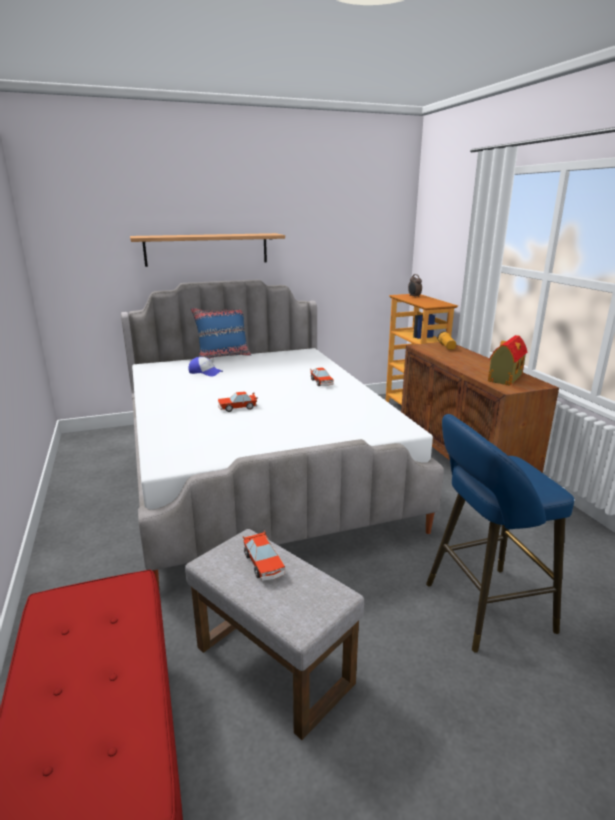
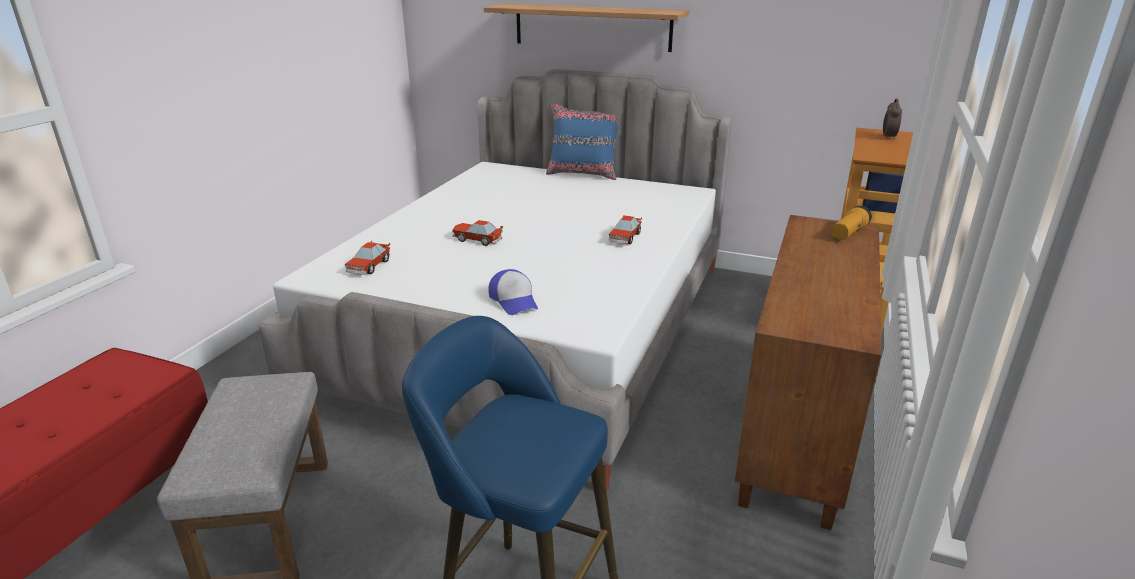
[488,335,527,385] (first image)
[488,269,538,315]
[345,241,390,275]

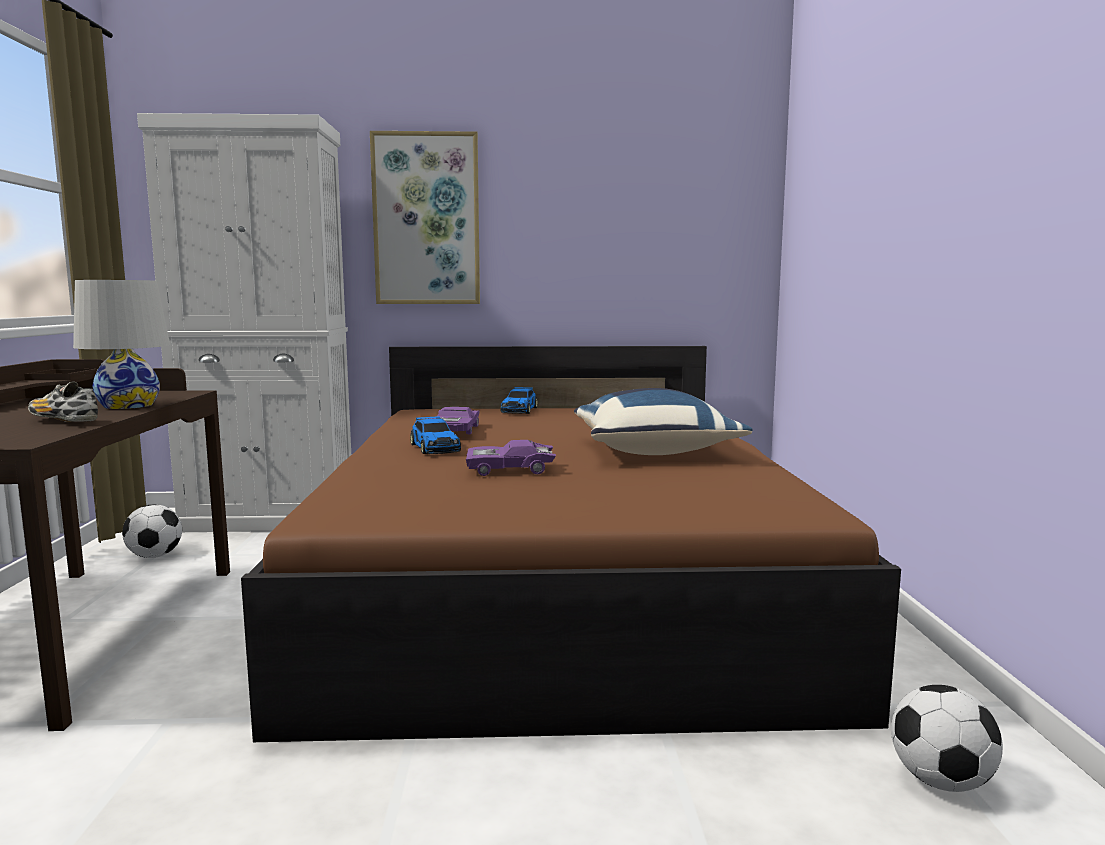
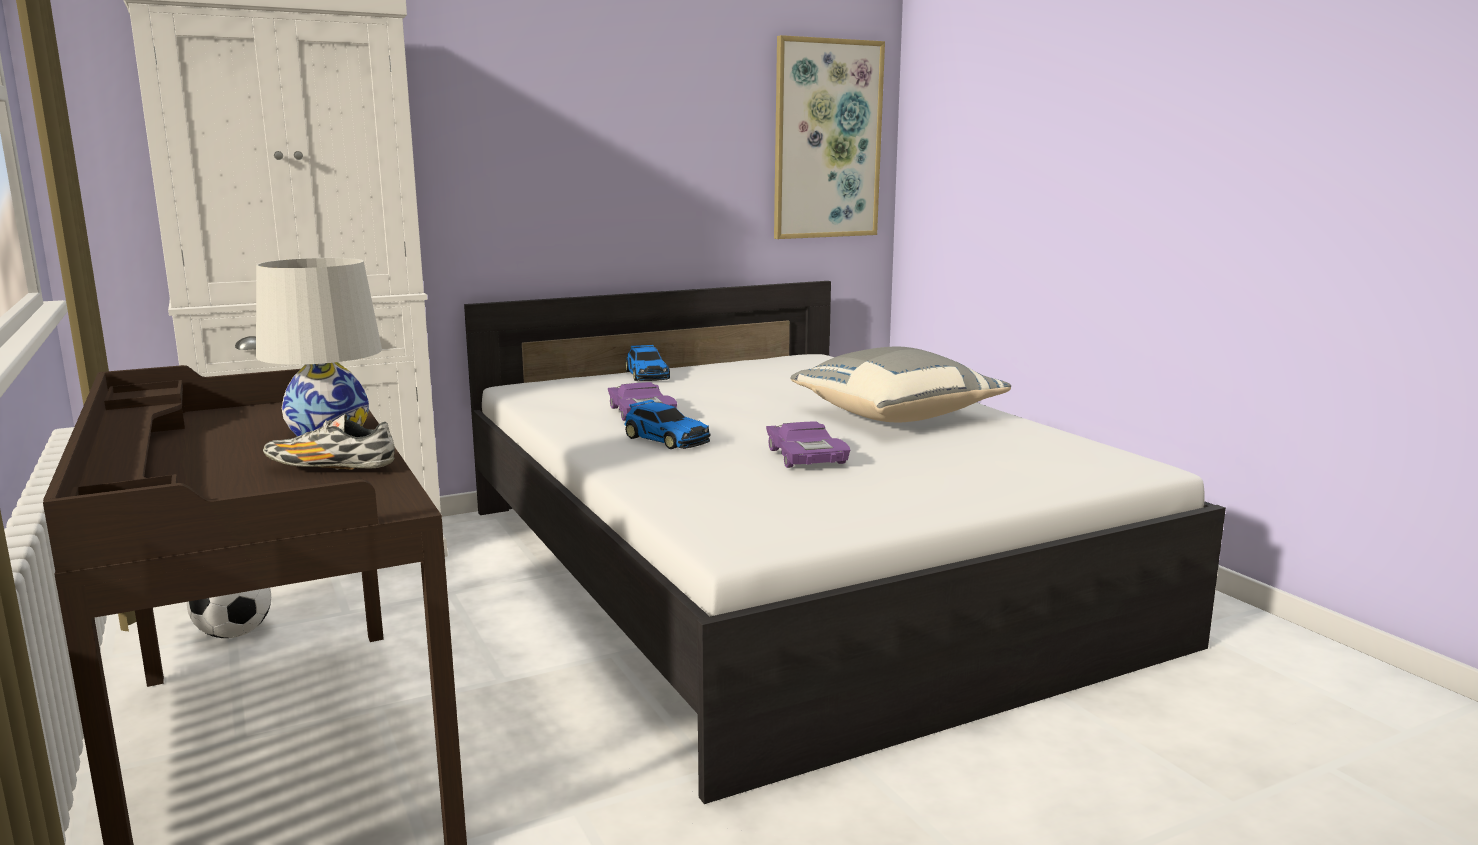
[774,35,885,239]
[464,281,1226,804]
[790,347,1011,422]
[766,421,850,468]
[891,685,1003,792] (first image)

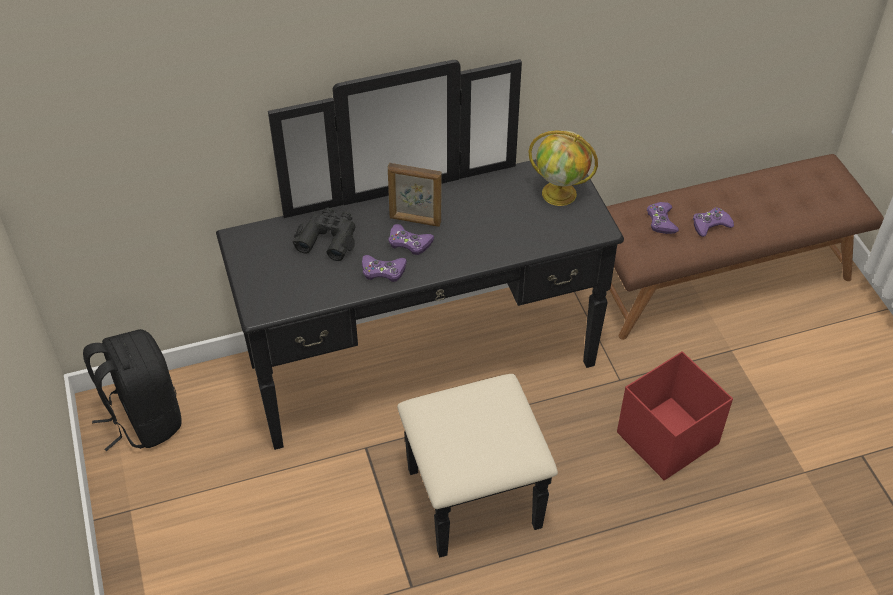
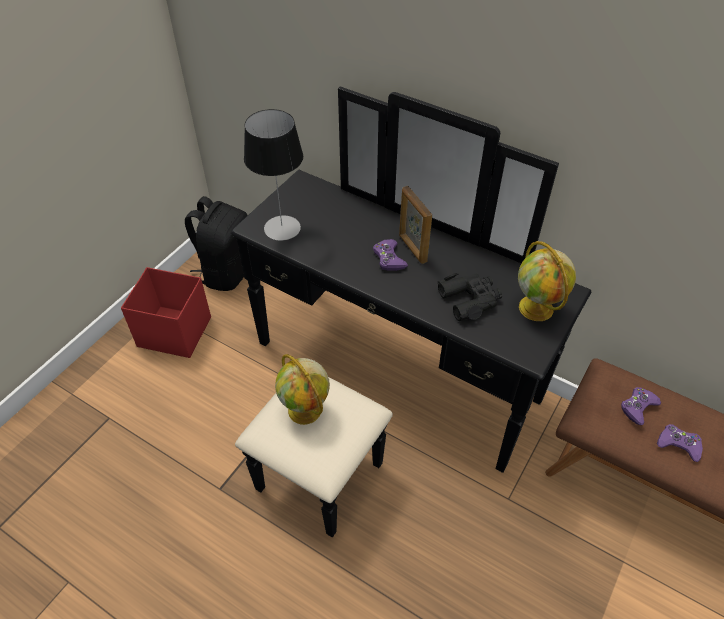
[438,273,502,321]
[362,255,407,282] (first image)
[121,267,211,358]
[244,109,303,241]
[275,354,330,425]

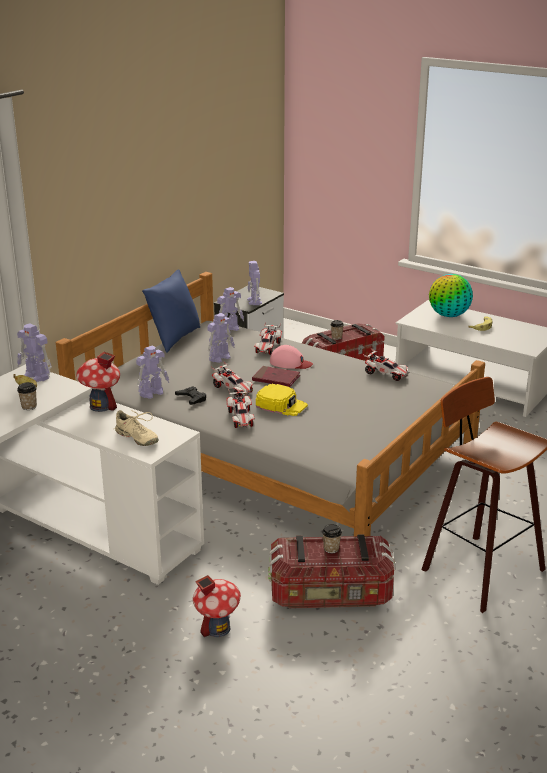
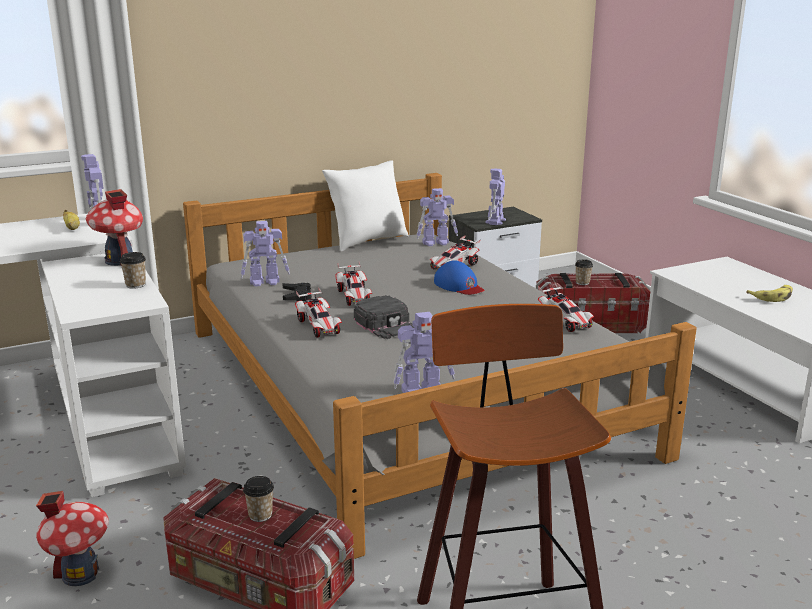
[322,160,409,251]
[429,274,473,317] (first image)
[393,312,455,393]
[434,260,484,295]
[252,366,300,387] (first image)
[120,252,146,289]
[354,295,414,339]
[295,287,342,338]
[114,410,159,446] (first image)

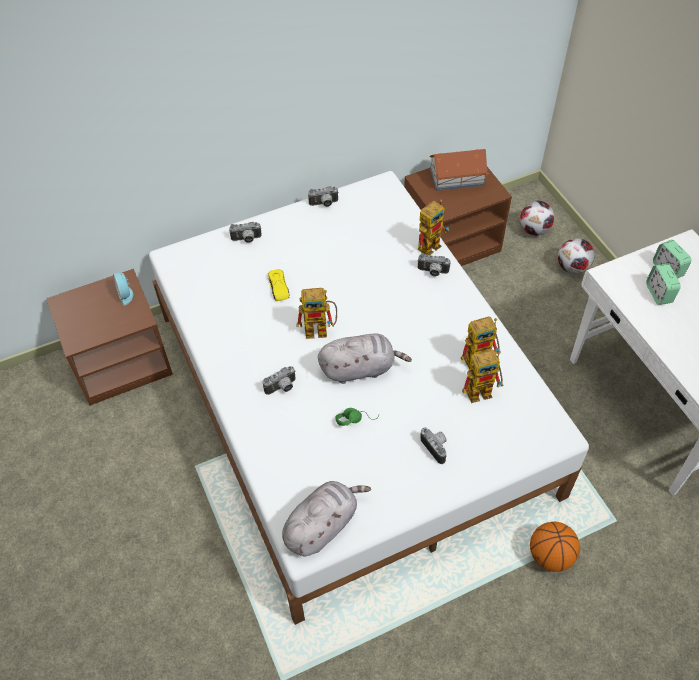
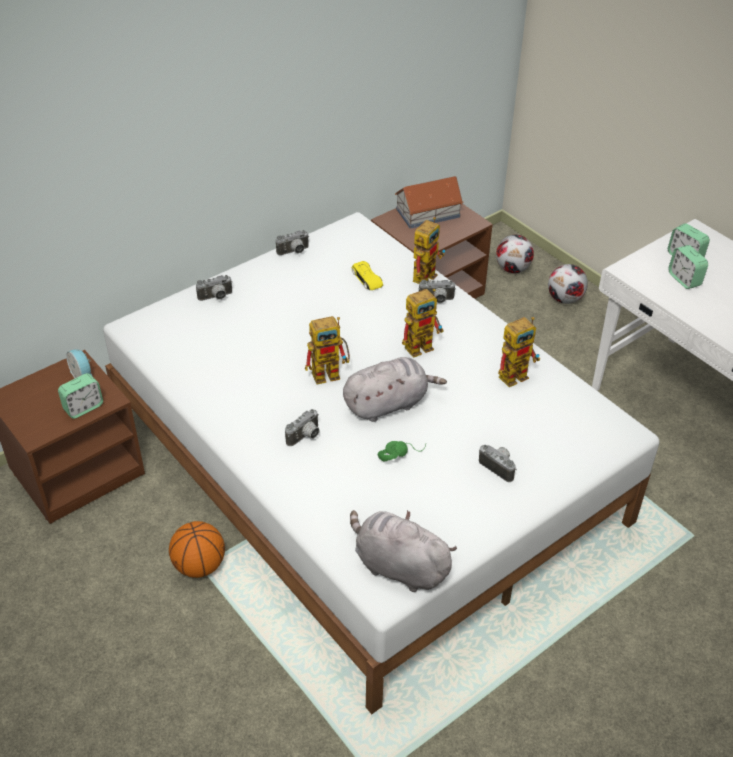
[352,261,383,290]
[402,288,444,358]
[350,510,457,592]
[169,521,225,578]
[58,373,103,419]

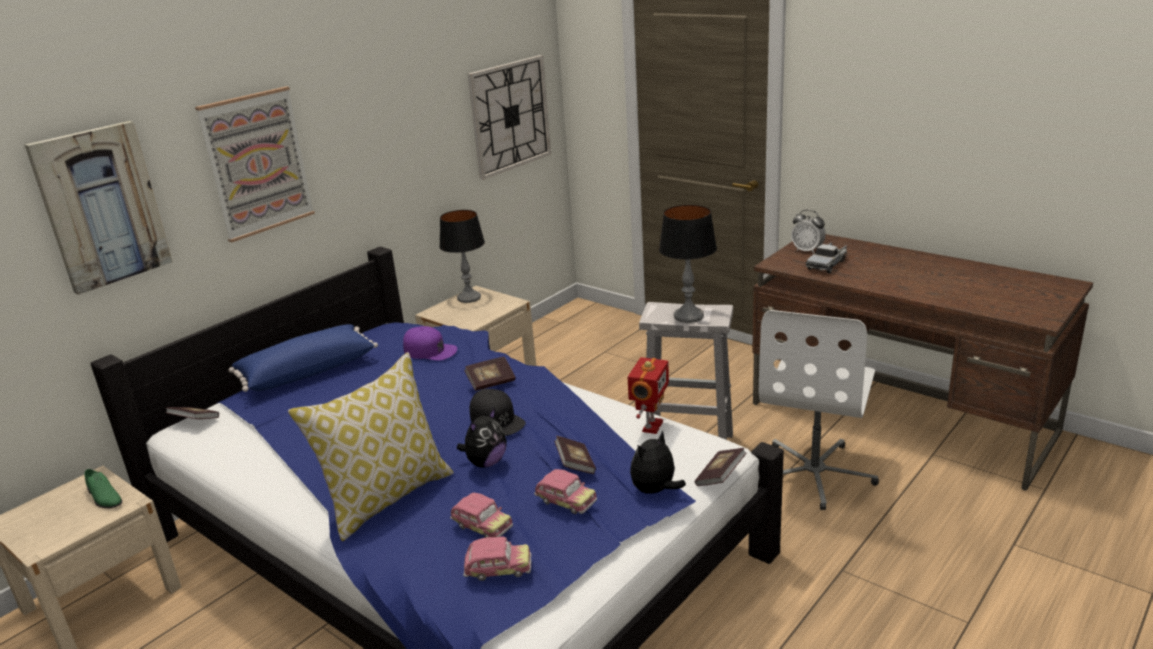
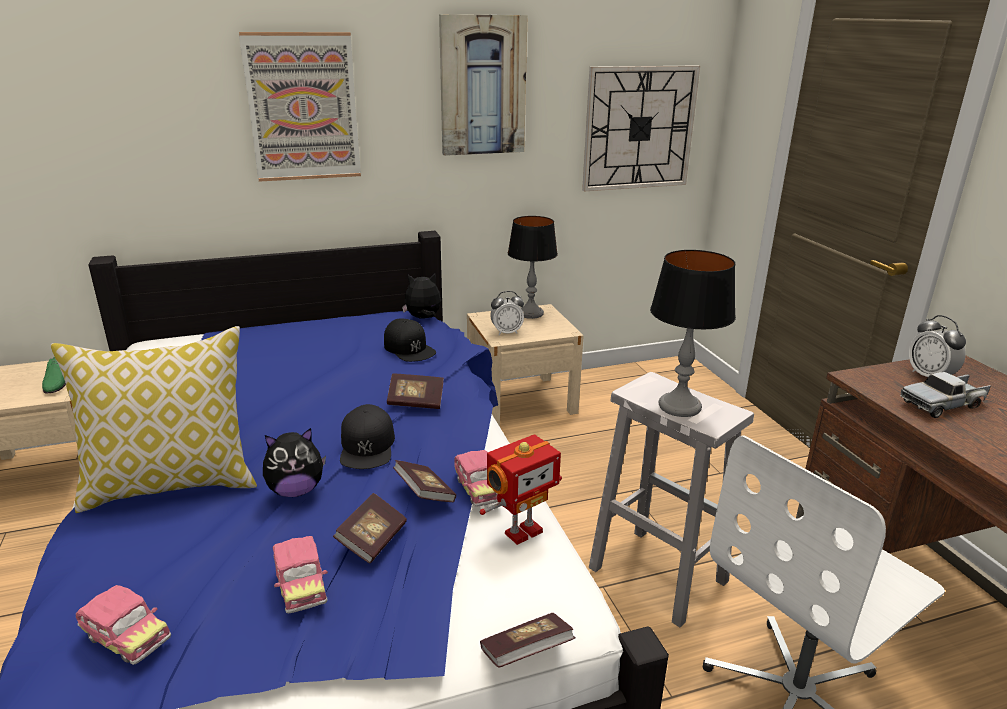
[439,14,528,156]
[229,324,378,392] (first image)
[384,318,436,362]
[393,460,456,502]
[402,274,441,319]
[454,450,498,507]
[490,291,524,335]

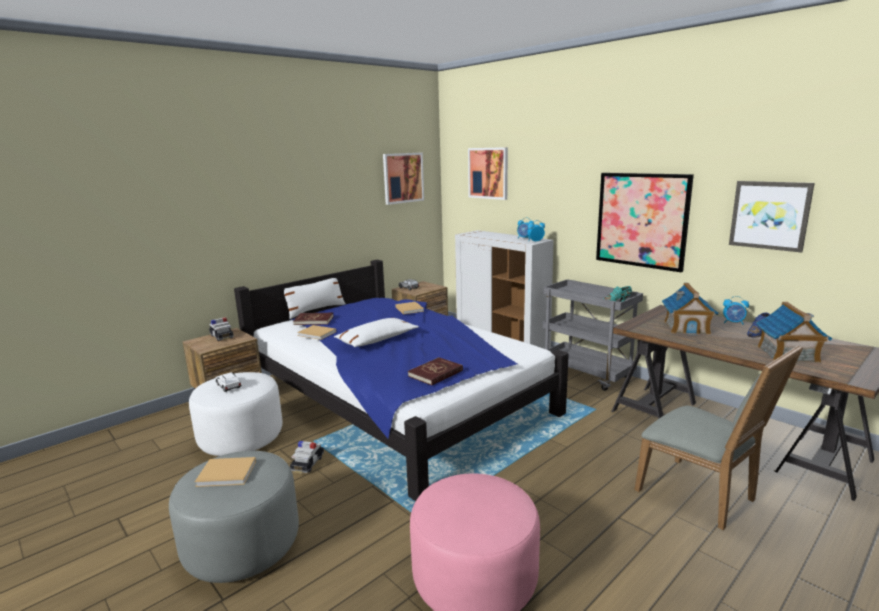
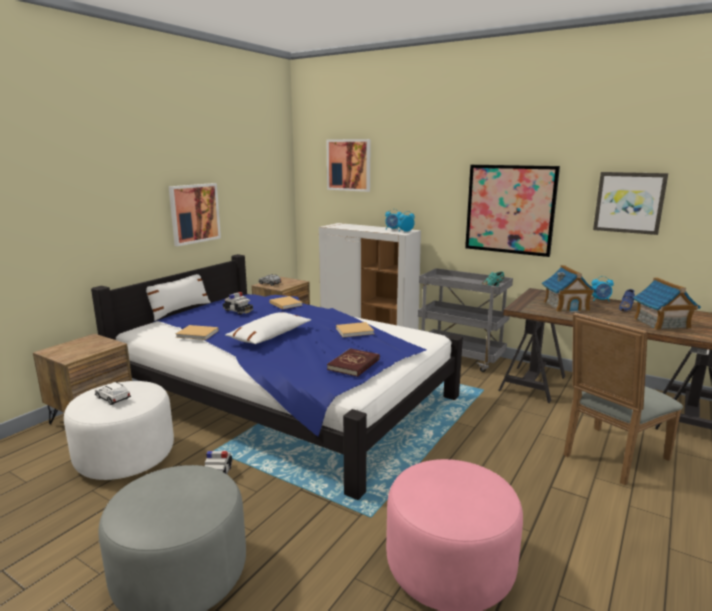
[169,183,221,246]
[293,313,334,325] (first image)
[223,292,253,315]
[564,313,683,485]
[336,322,374,337]

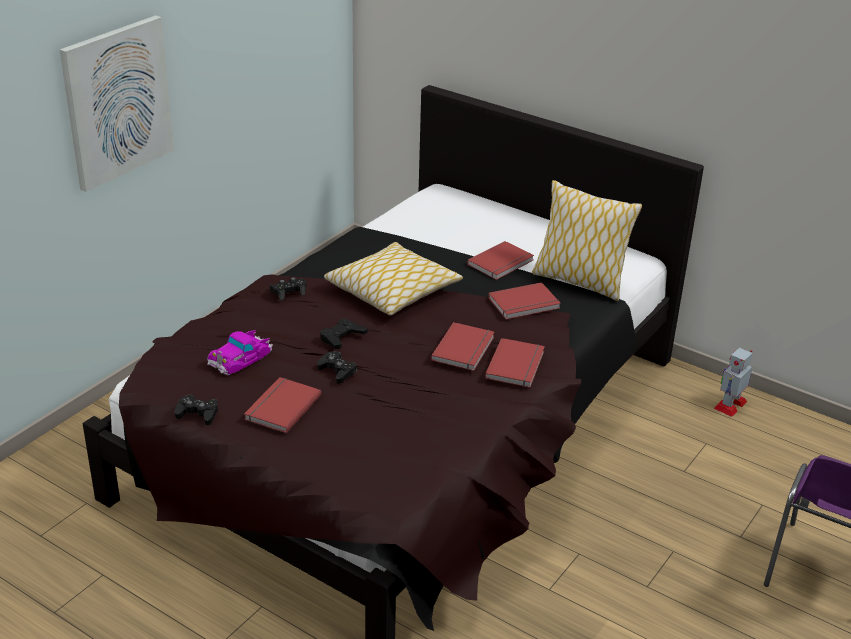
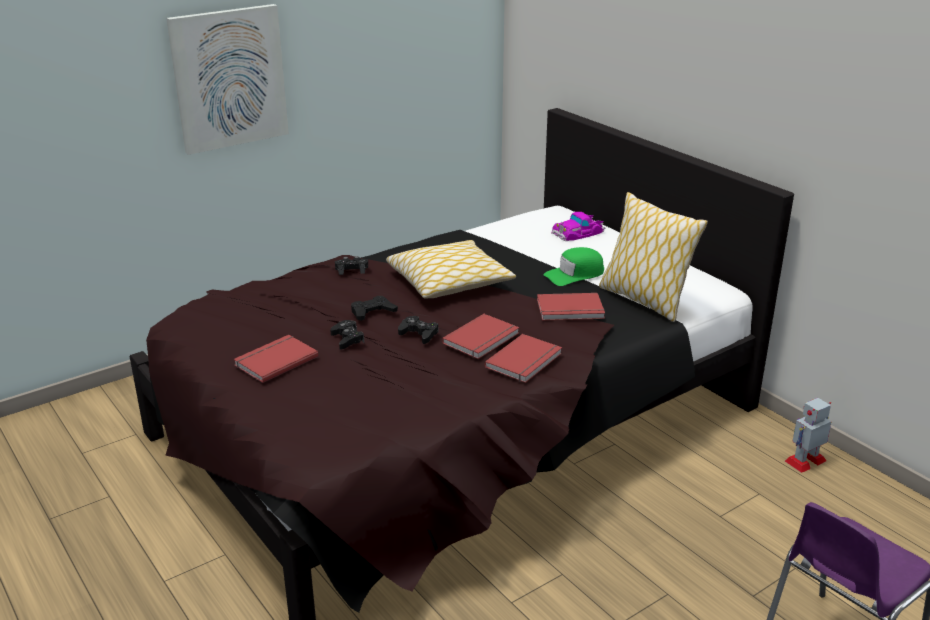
[543,247,604,286]
[551,212,606,241]
[398,316,439,344]

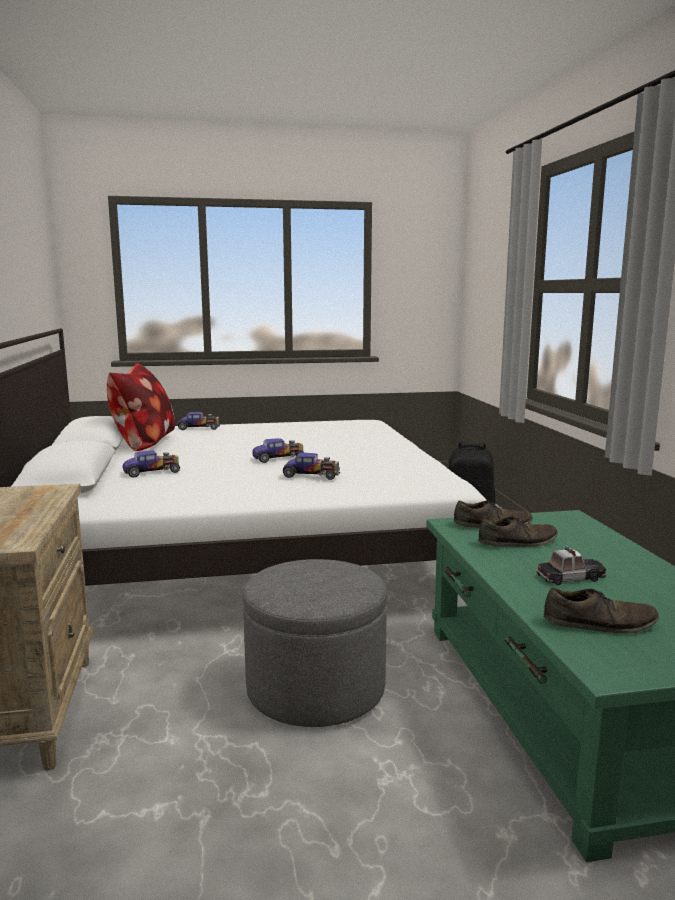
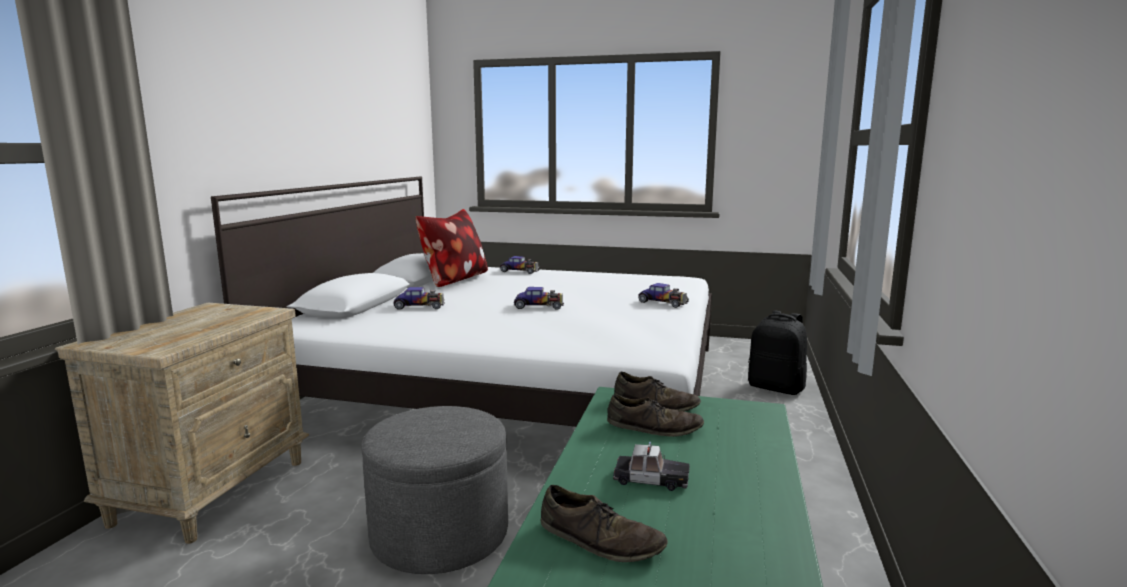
[638,283,689,308]

